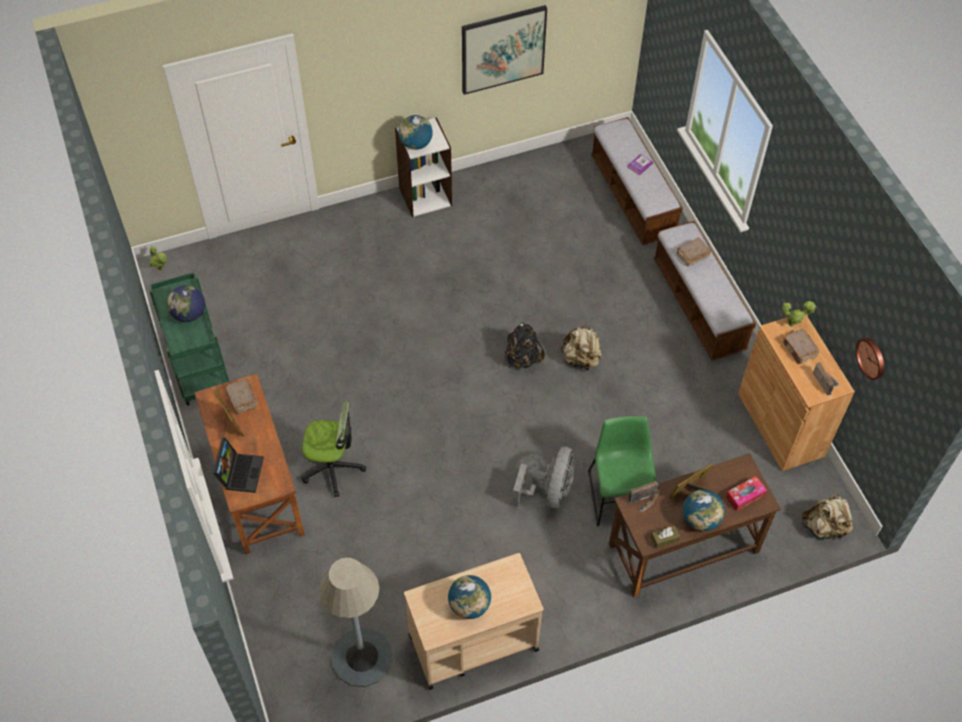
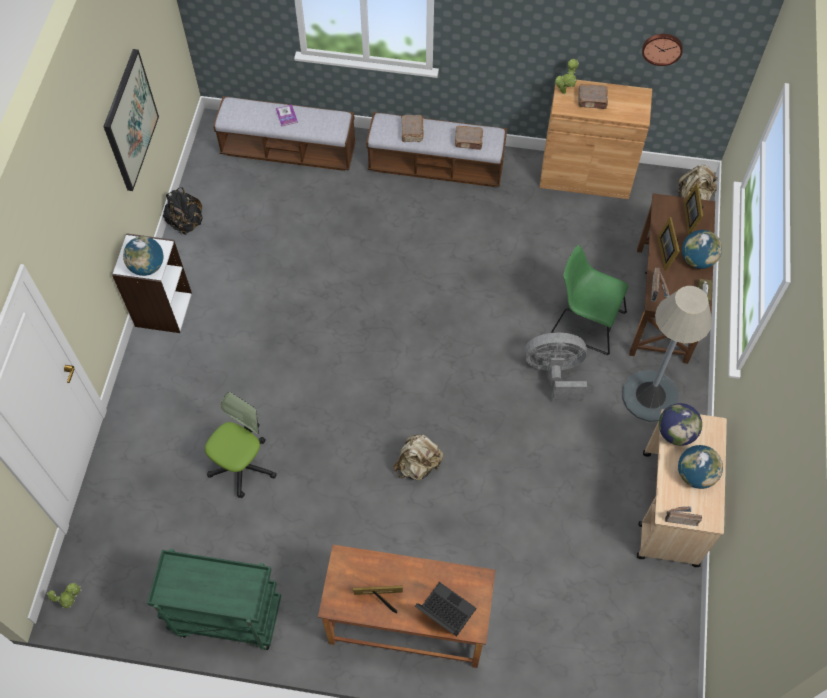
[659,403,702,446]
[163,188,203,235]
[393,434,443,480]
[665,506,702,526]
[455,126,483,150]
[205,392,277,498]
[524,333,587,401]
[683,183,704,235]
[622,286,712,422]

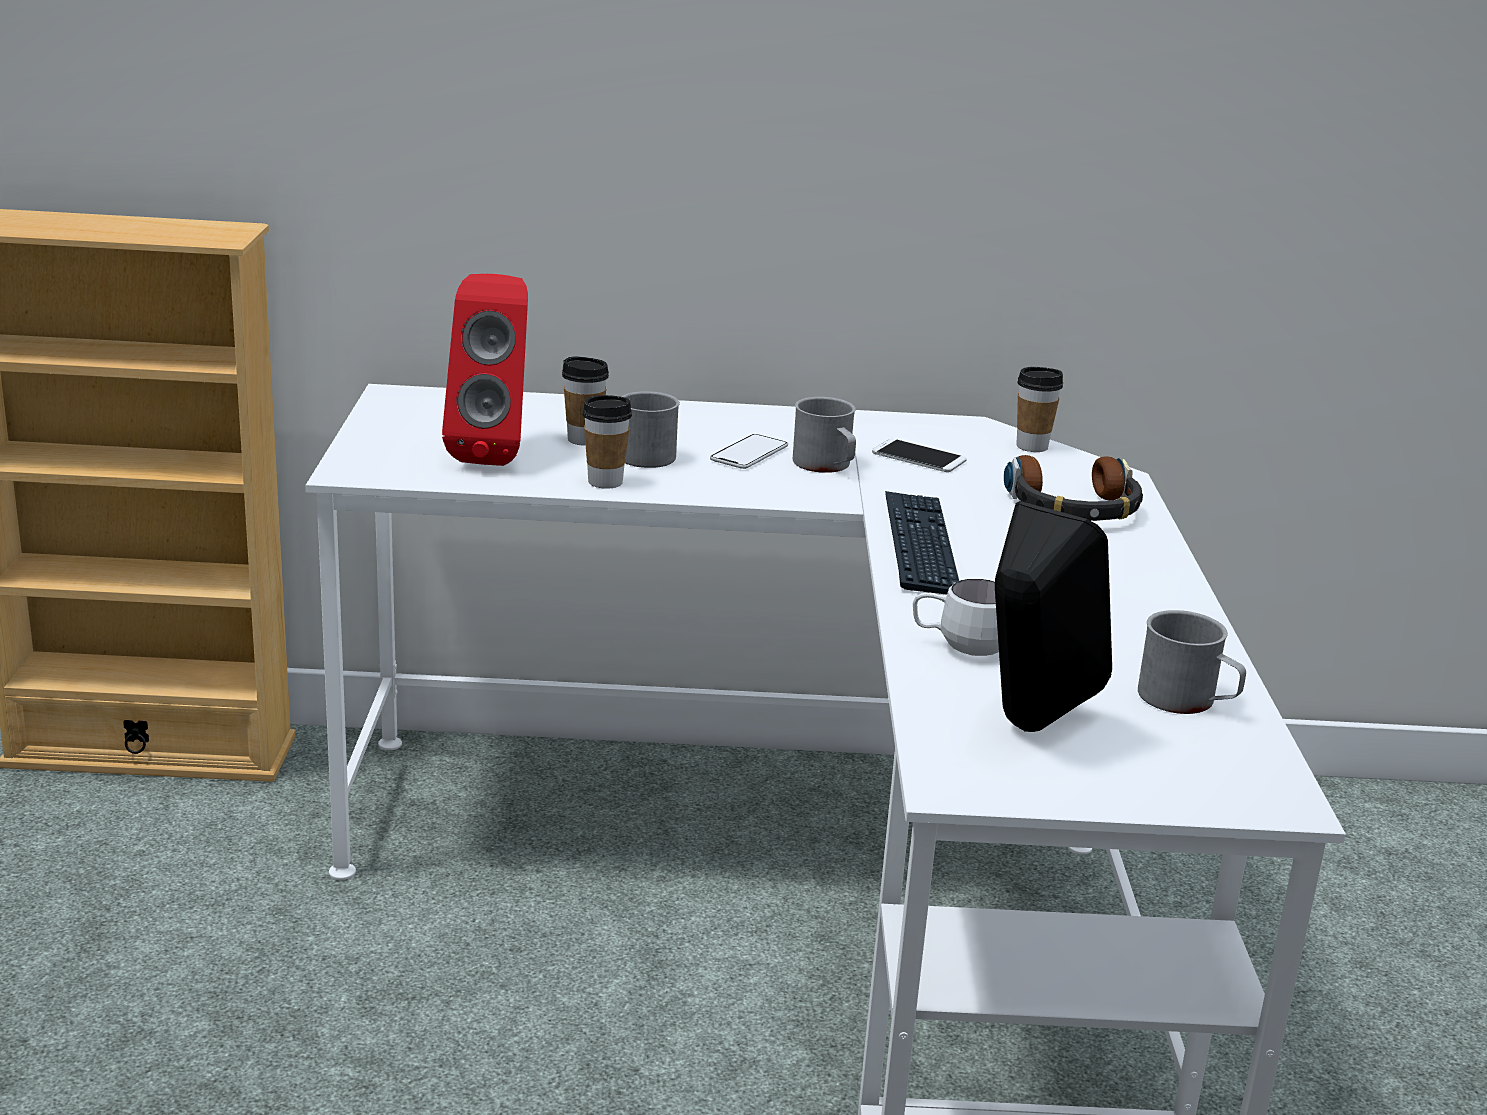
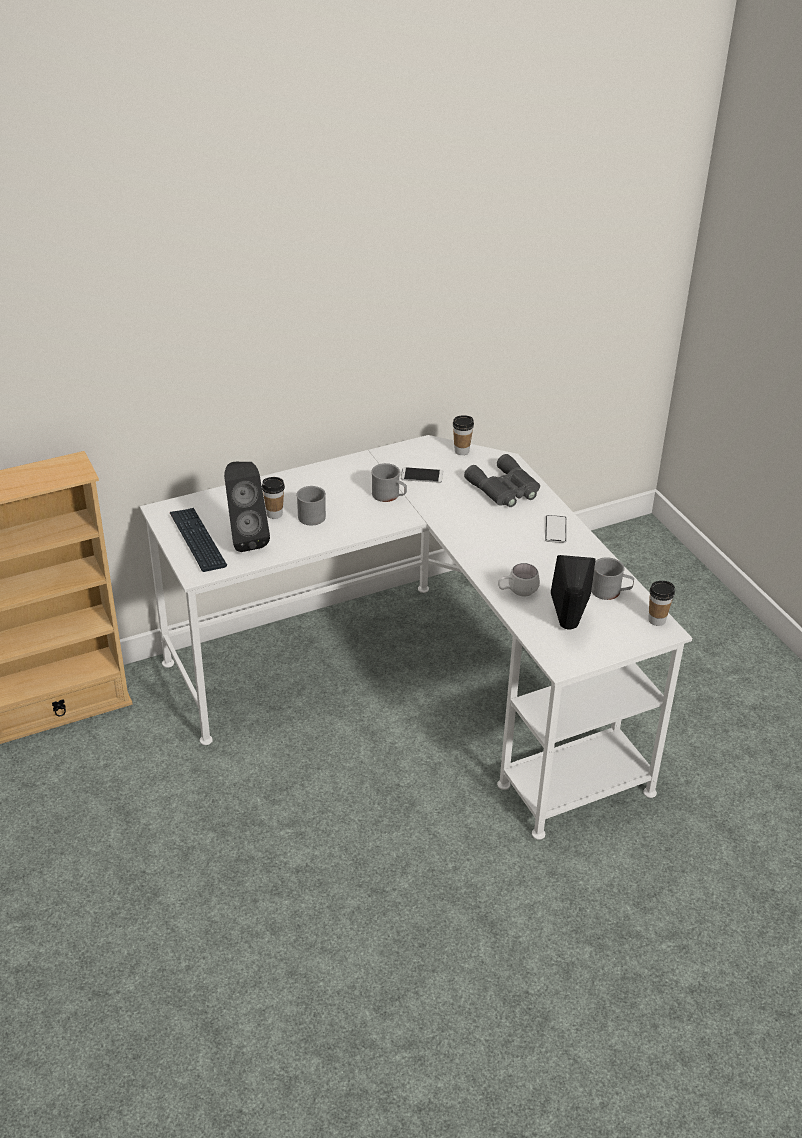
[224,462,270,552]
[648,581,675,626]
[545,515,567,543]
[464,454,540,507]
[170,508,227,572]

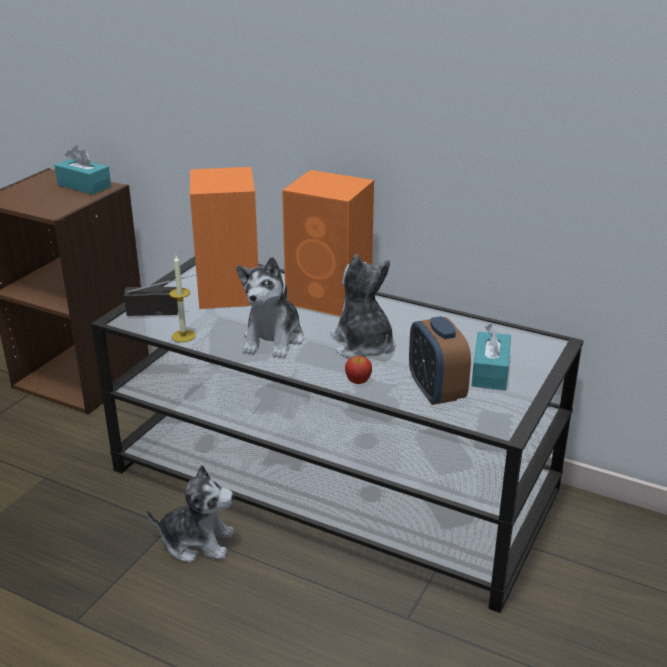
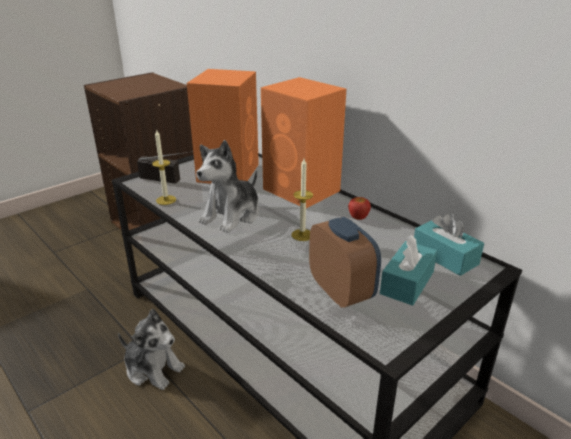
[414,213,484,276]
[291,159,313,241]
[309,217,381,308]
[348,197,371,220]

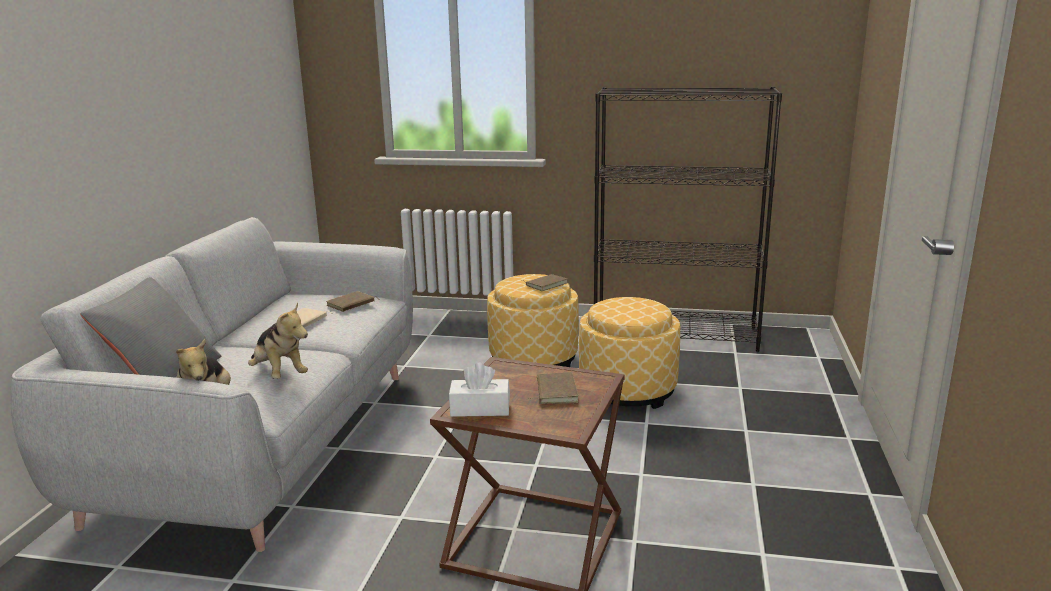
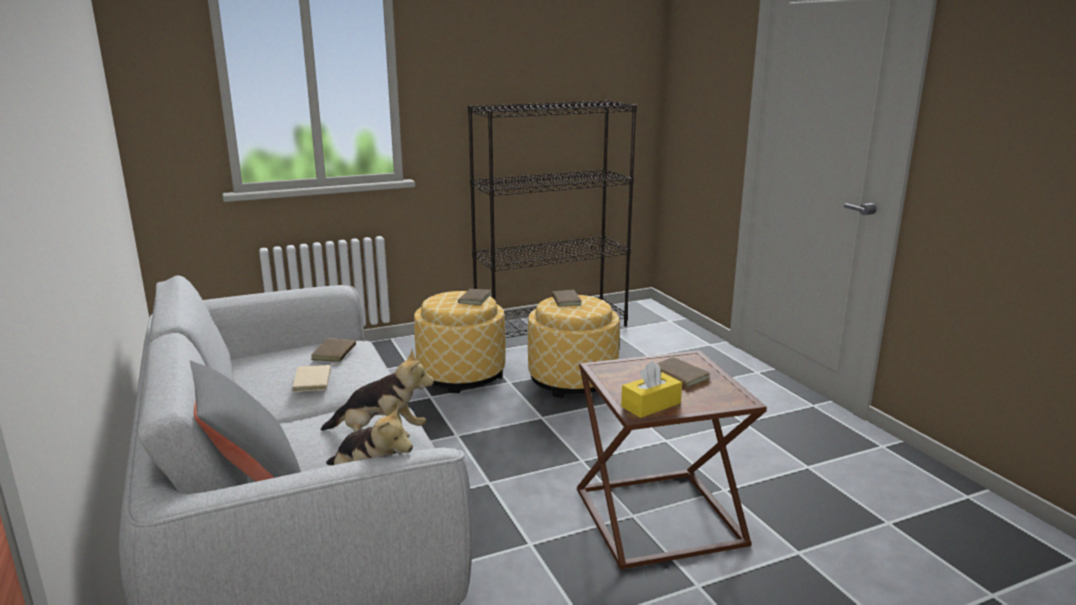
[621,361,682,418]
[550,290,582,306]

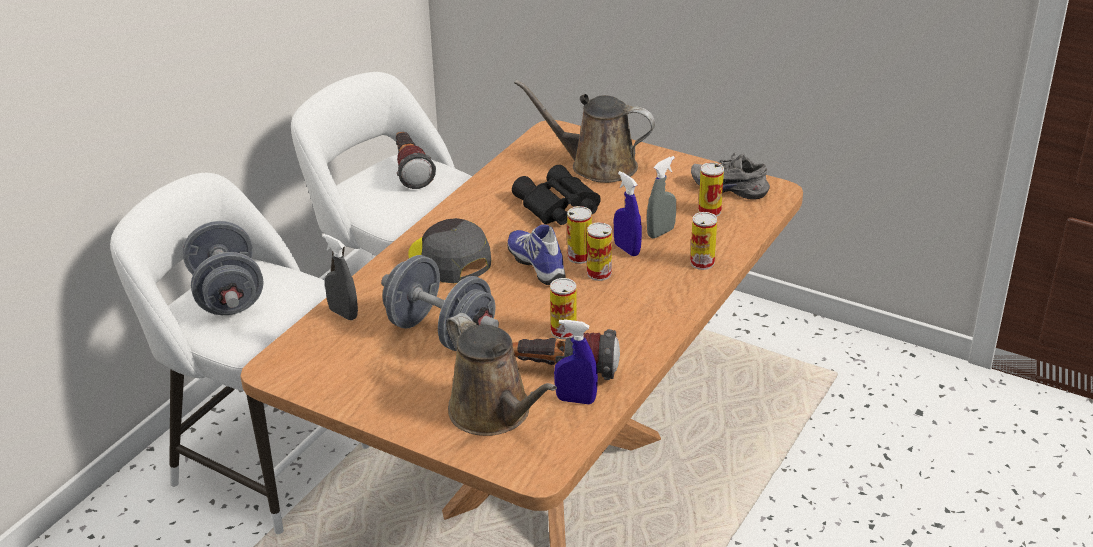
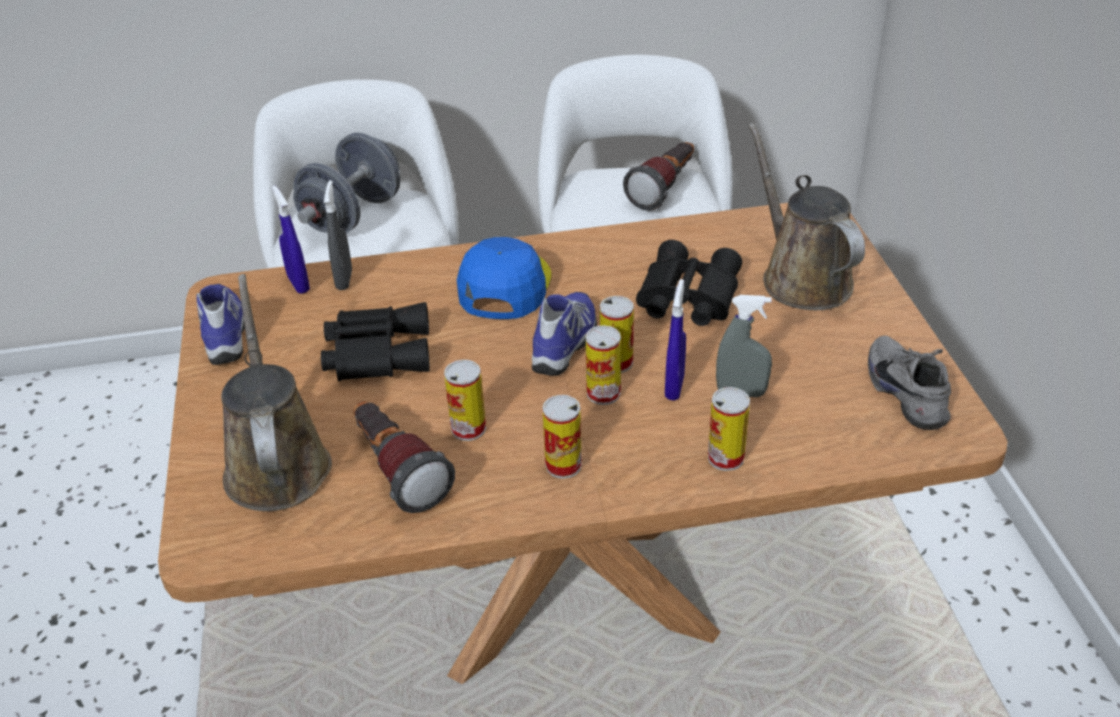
[542,395,582,479]
[457,237,551,319]
[321,302,430,381]
[221,274,332,511]
[272,185,310,294]
[196,284,245,365]

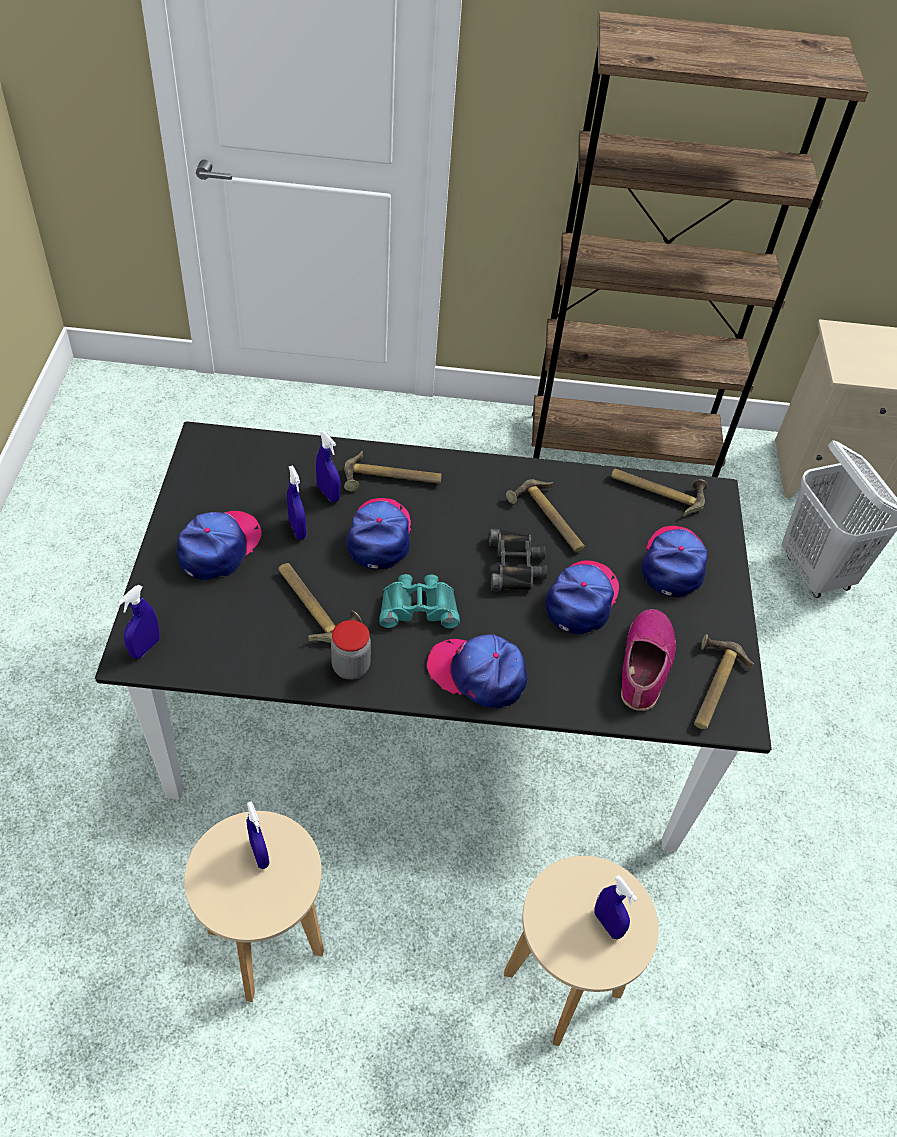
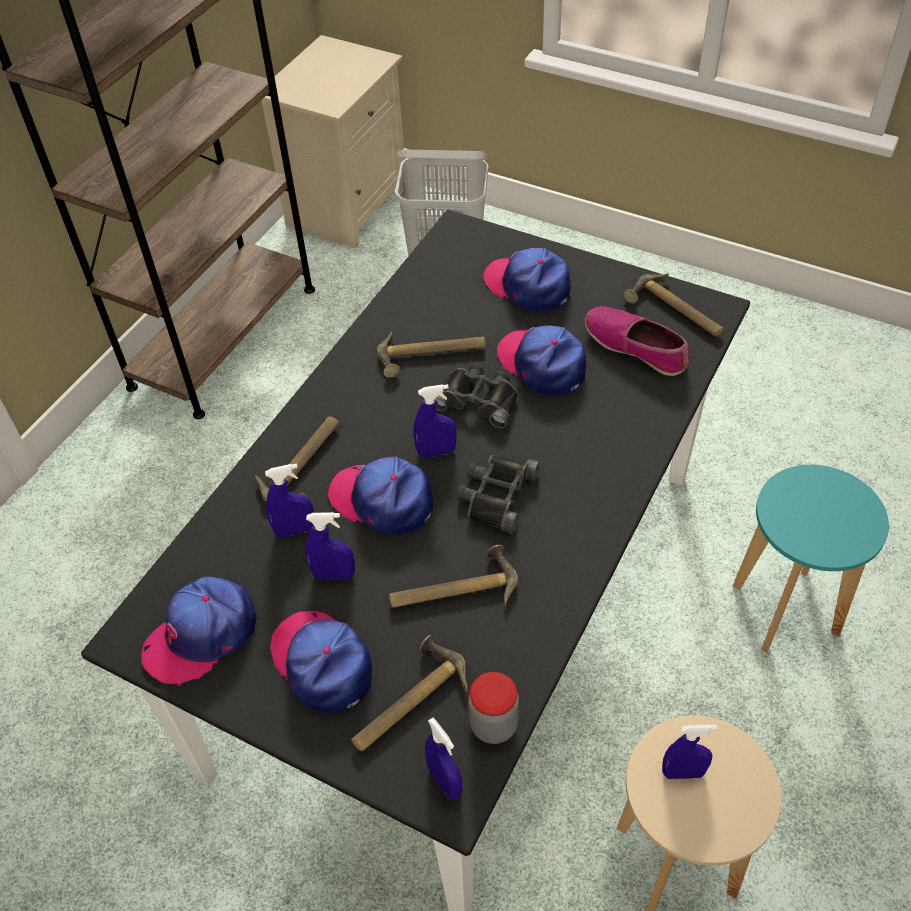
[351,635,468,751]
[457,455,540,534]
[468,672,519,744]
[141,576,257,686]
[732,465,889,653]
[414,384,457,458]

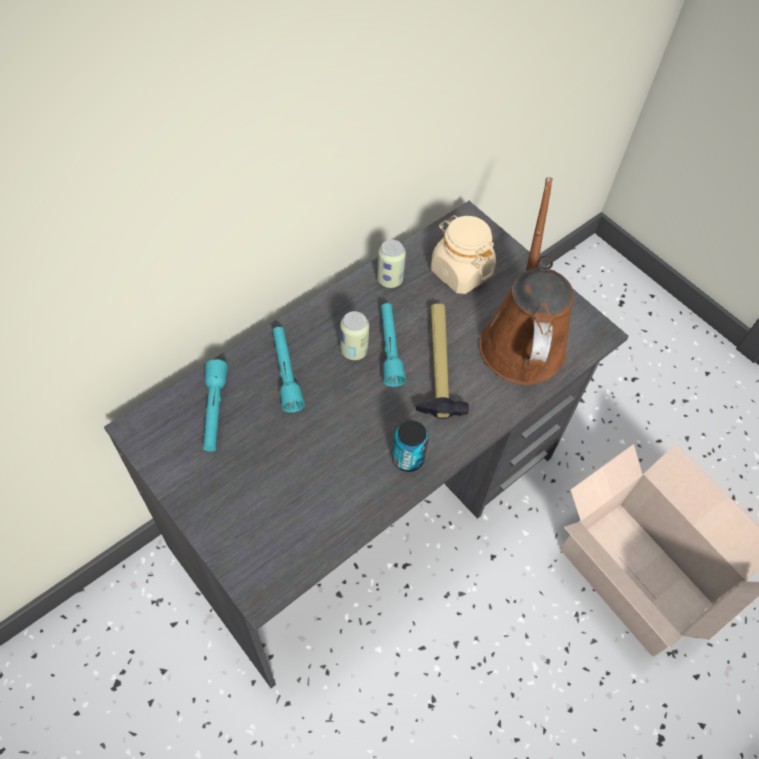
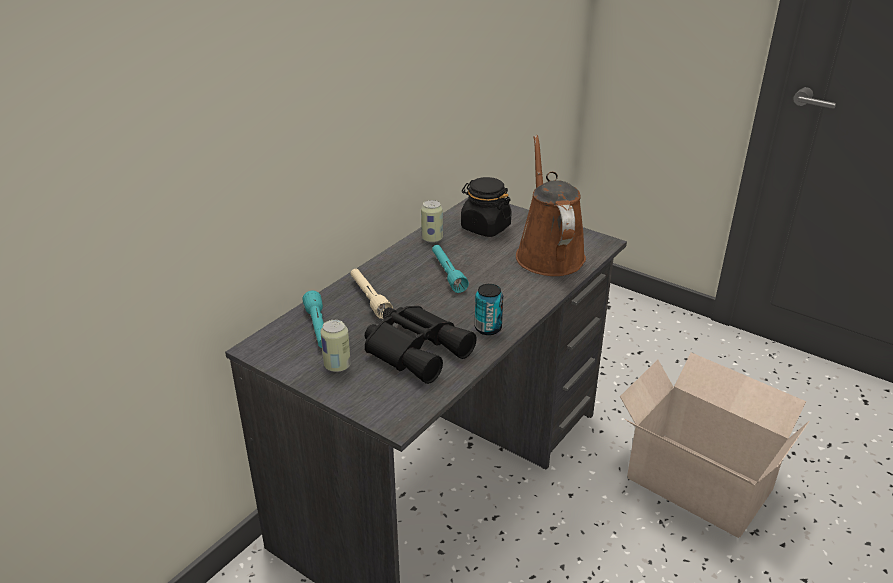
[461,177,512,237]
[416,304,469,419] (first image)
[320,320,351,372]
[351,269,393,319]
[365,306,477,384]

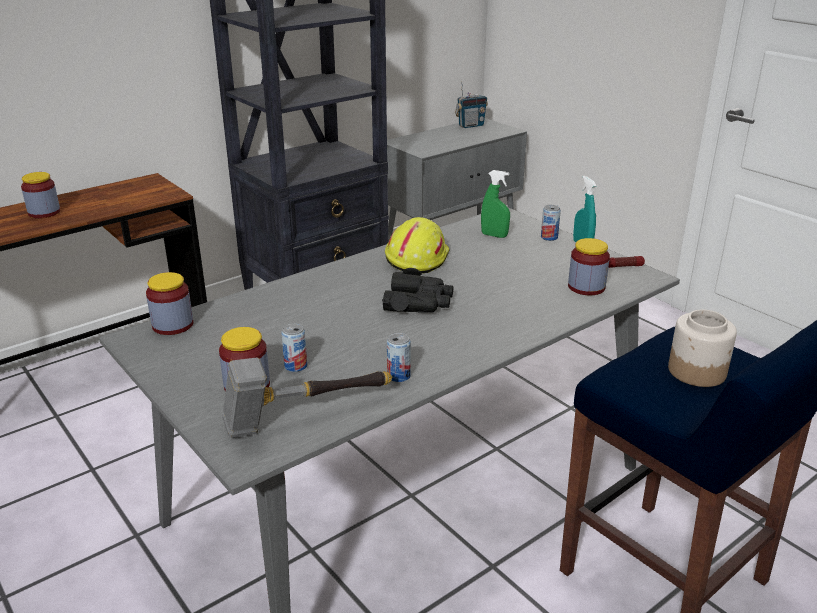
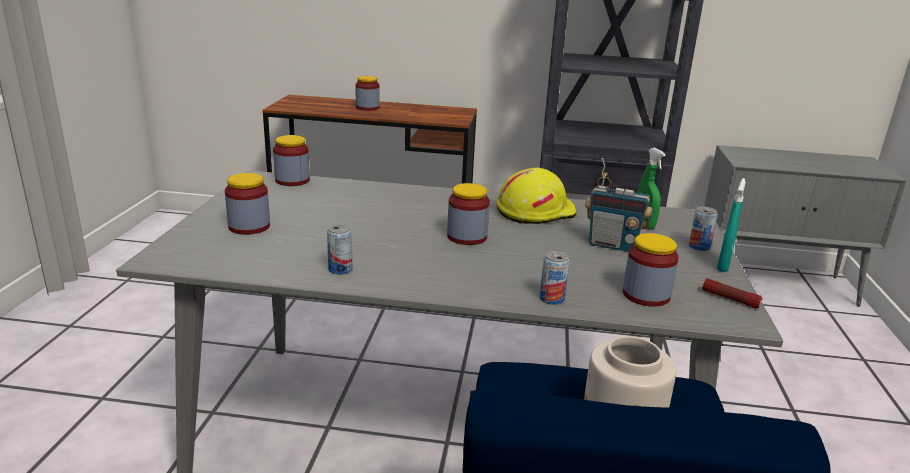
[585,158,653,252]
[447,183,490,245]
[540,251,570,305]
[222,357,392,438] (first image)

